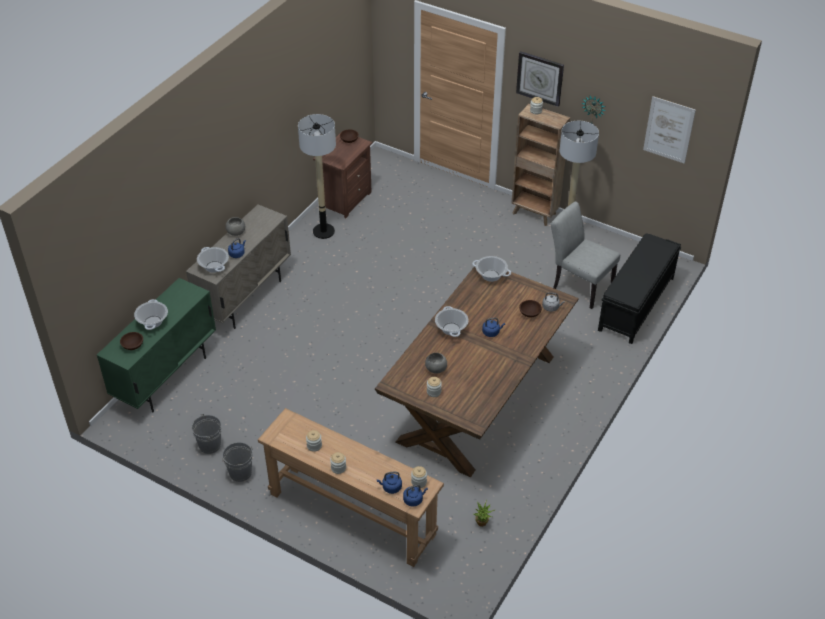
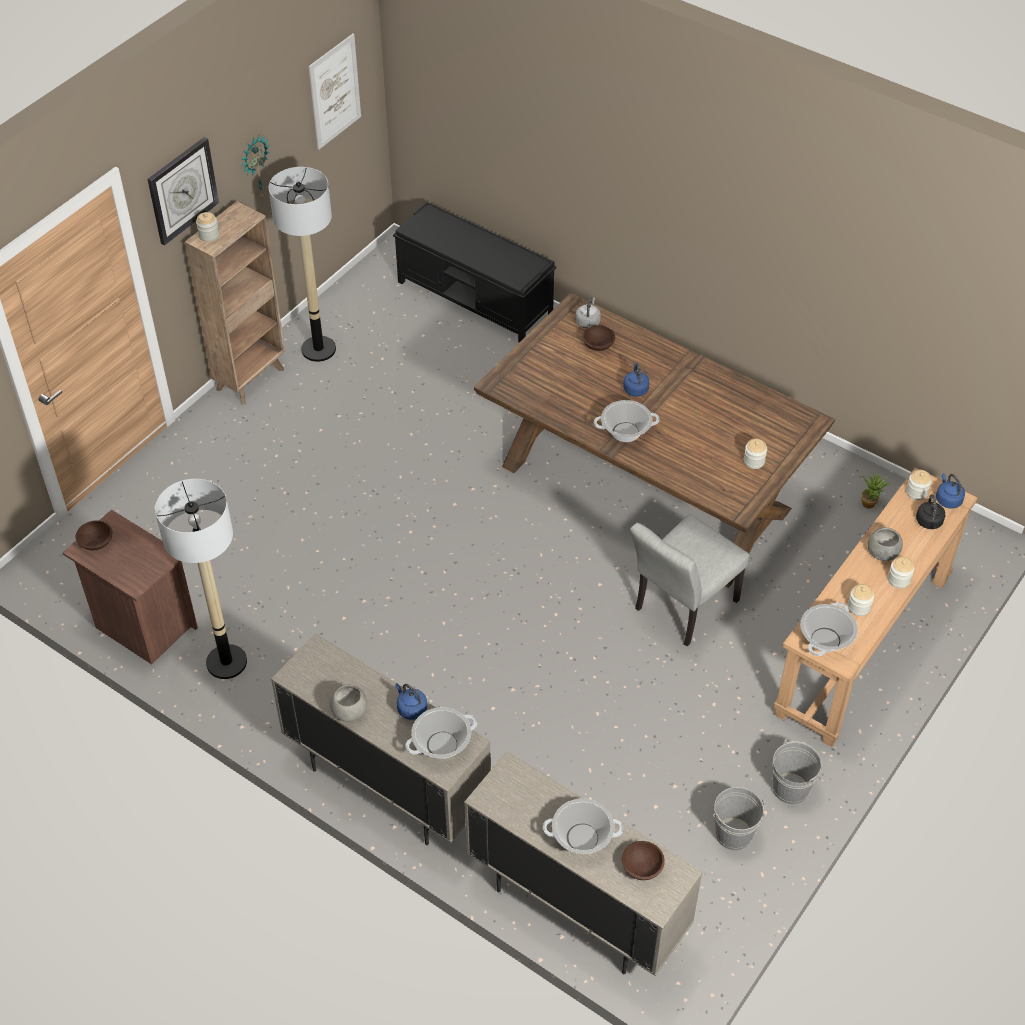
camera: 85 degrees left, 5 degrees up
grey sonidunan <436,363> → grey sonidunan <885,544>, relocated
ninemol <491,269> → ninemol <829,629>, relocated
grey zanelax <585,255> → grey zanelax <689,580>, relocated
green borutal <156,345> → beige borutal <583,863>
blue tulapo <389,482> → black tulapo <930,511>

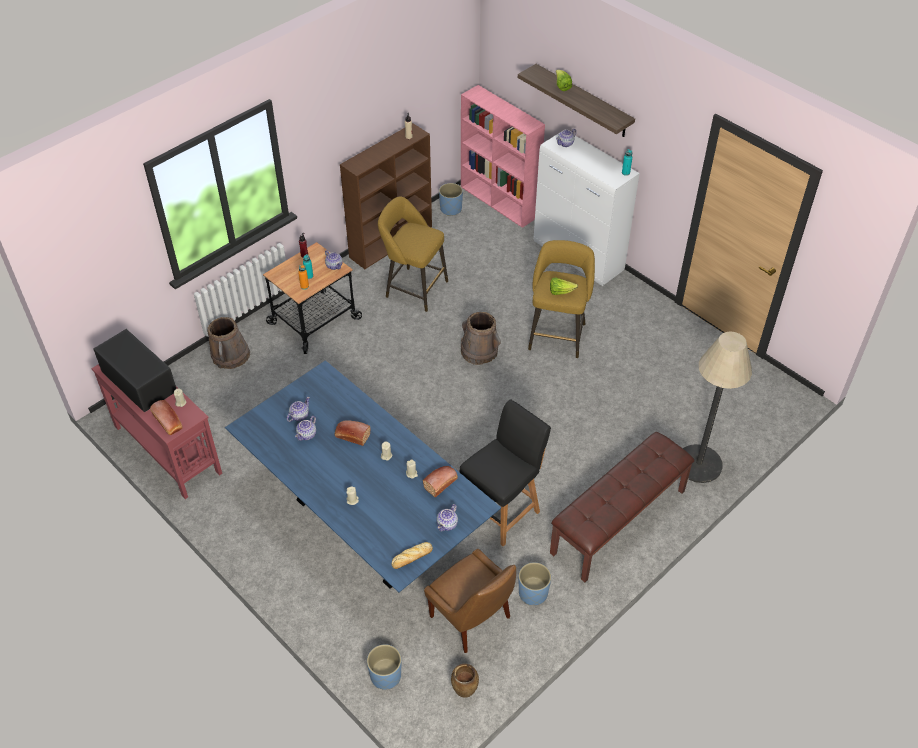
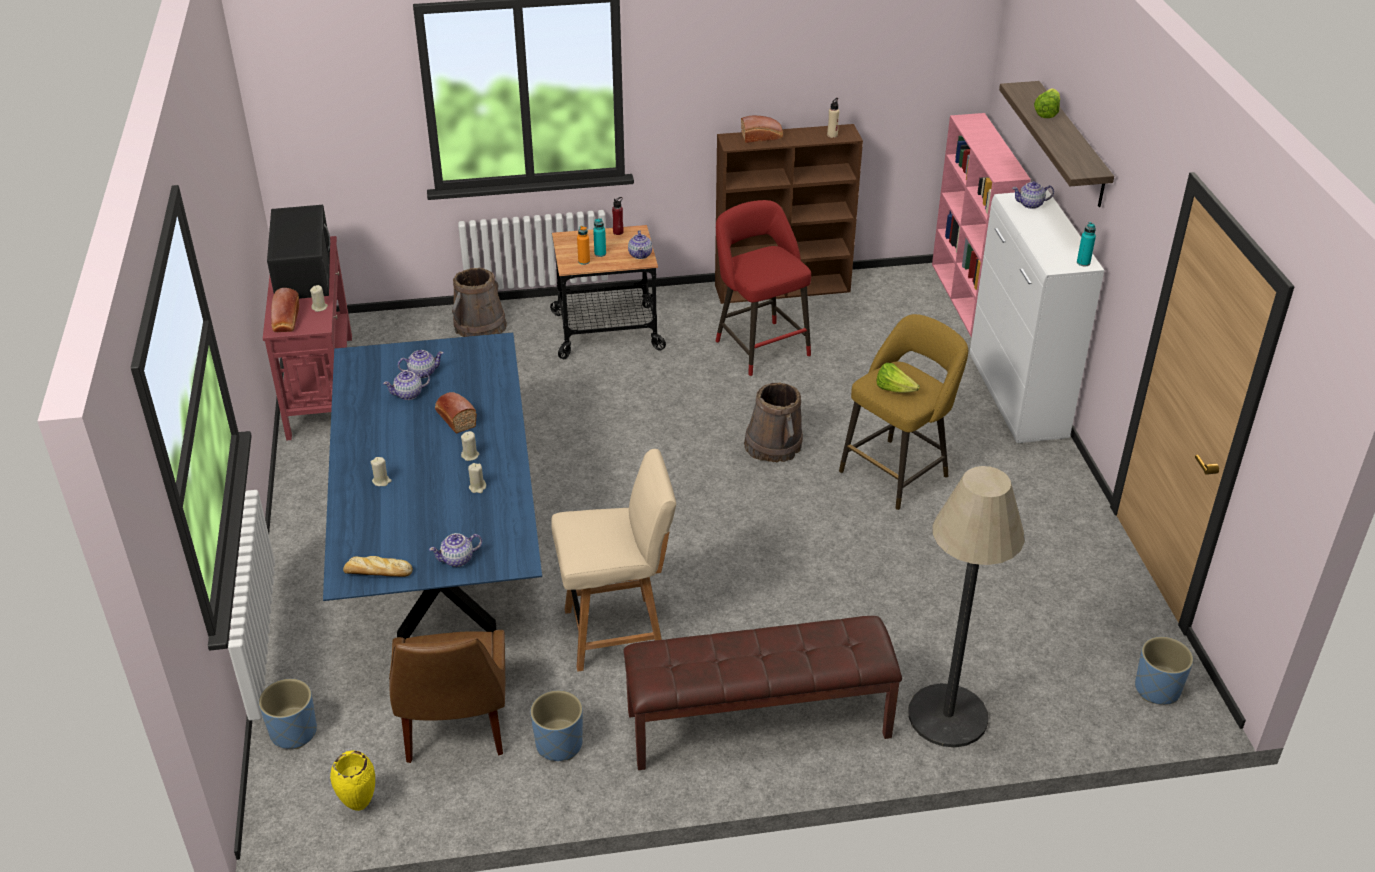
camera: 35 degrees right, 10 degrees down
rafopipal <440,482> → rafopipal <762,129>, relocated
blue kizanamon <451,199> → blue kizanamon <1164,671>, relocated
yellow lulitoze <413,254> → red lulitoze <763,288>
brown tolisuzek <465,681> → yellow tolisuzek <352,780>
black zanelax <505,473> → beige zanelax <613,560>

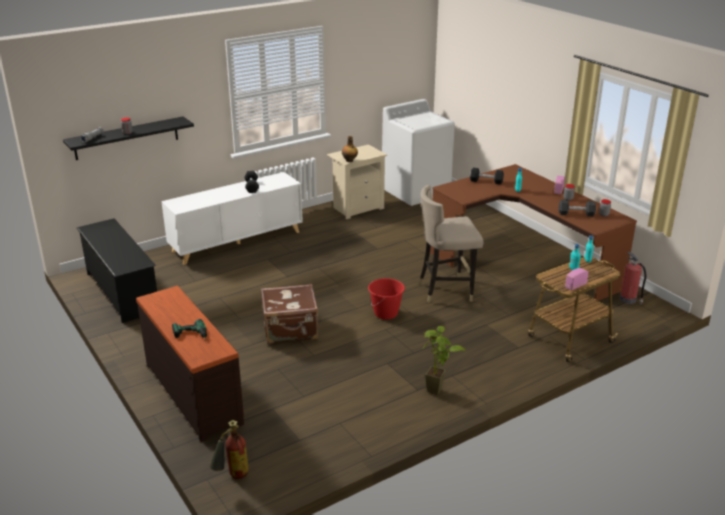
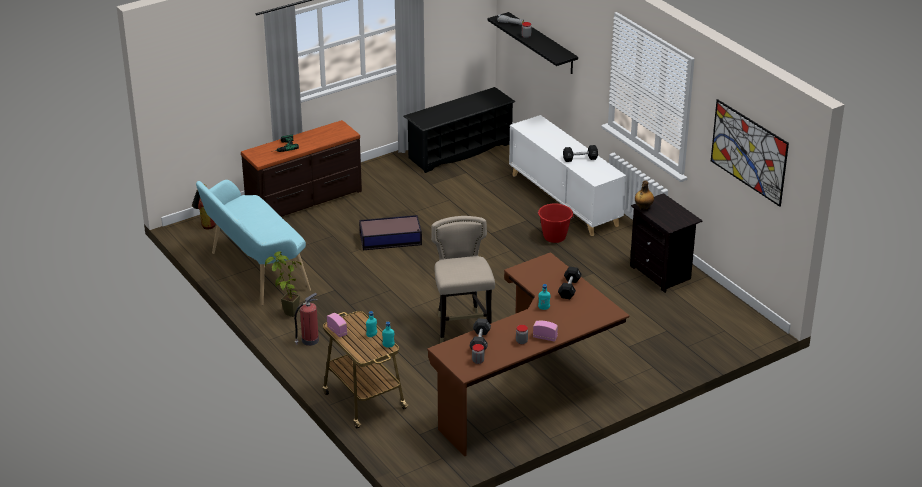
camera: 90 degrees right, 5 degrees up
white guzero <418,152> → -
- → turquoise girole <253,243>
- → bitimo <750,153>
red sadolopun <386,299> → red sadolopun <556,223>, relocated
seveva <633,278> → seveva <306,319>, relocated
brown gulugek <289,314> → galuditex <390,232>
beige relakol <357,181> → black relakol <666,243>

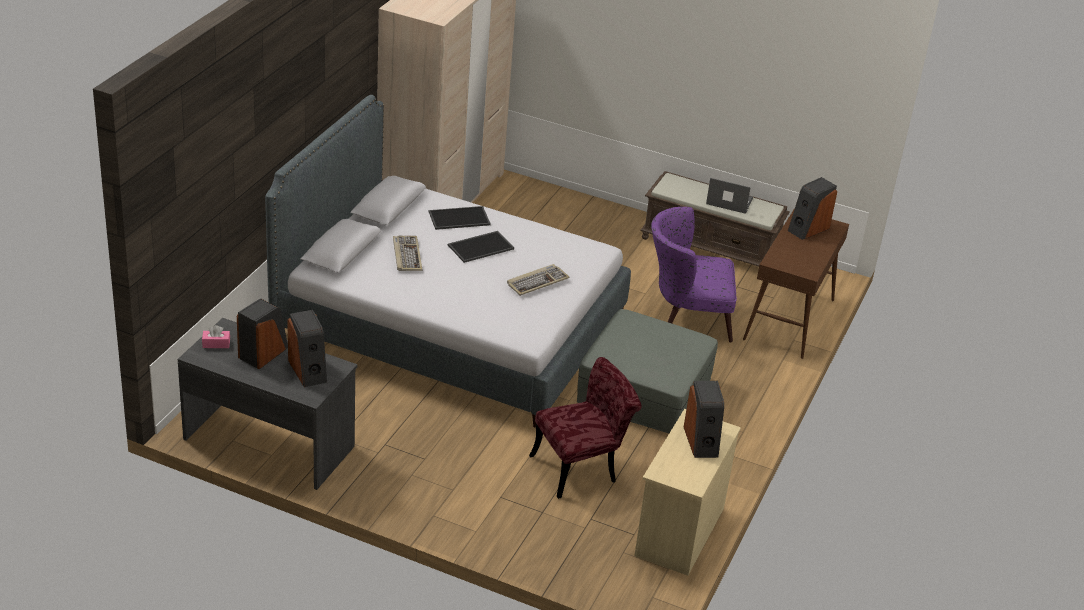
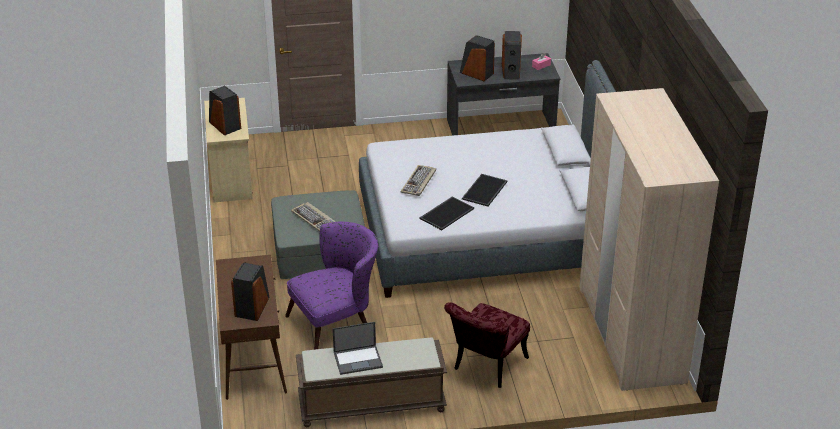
camera: 150 degrees right, 0 degrees up
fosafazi <407,253> → fosafazi <313,217>, relocated
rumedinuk <460,218> → rumedinuk <447,213>, relocated
red zanelax <585,428> → red zanelax <487,345>, relocated

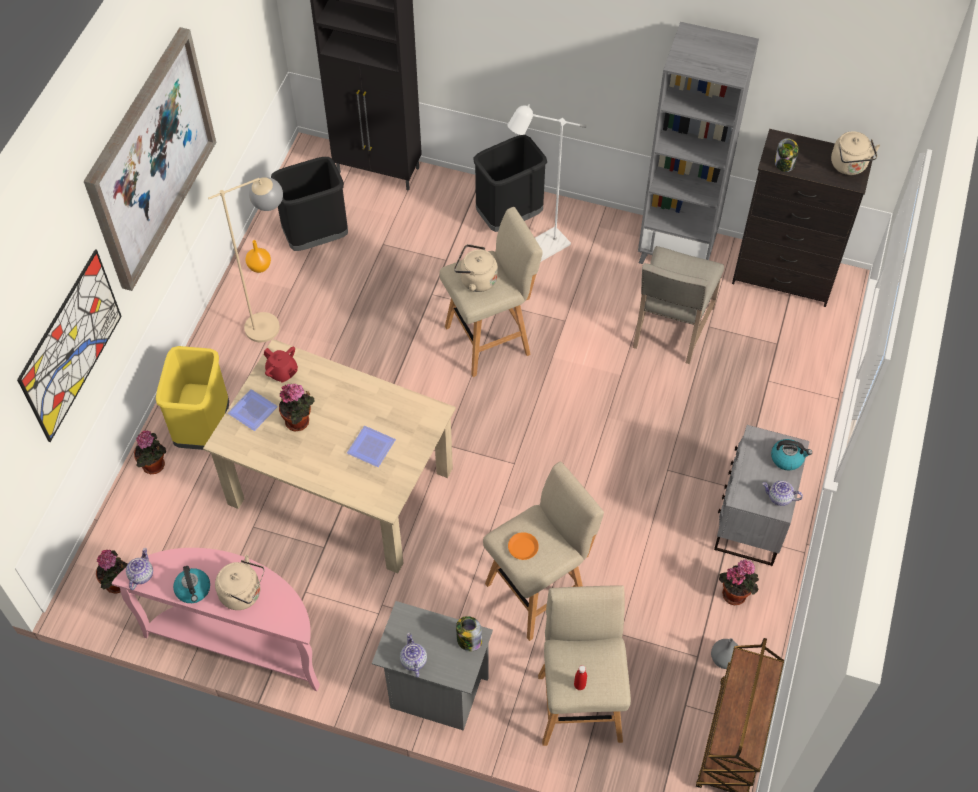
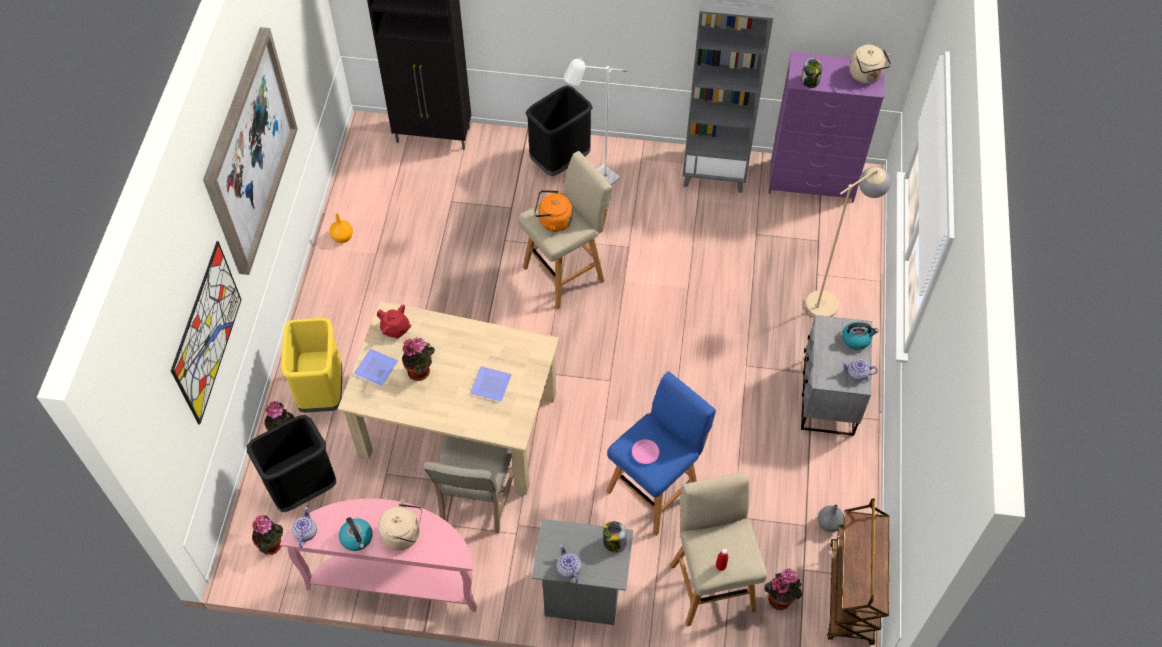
camera: 10 degrees left, 0 degrees up
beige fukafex <245,259> → beige fukafex <848,242>, relocated
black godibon <309,204> → black godibon <291,463>, relocated
beige zanelax <678,305> → beige zanelax <468,484>, relocated
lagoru <739,582> → lagoru <783,589>, relocated
beige tulapo <476,268> → orange tulapo <553,211>
beige lulitoze <543,551> → blue lulitoze <661,453>
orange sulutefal <523,546> → pink sulutefal <645,451>
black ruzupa <802,218> → purple ruzupa <827,127>

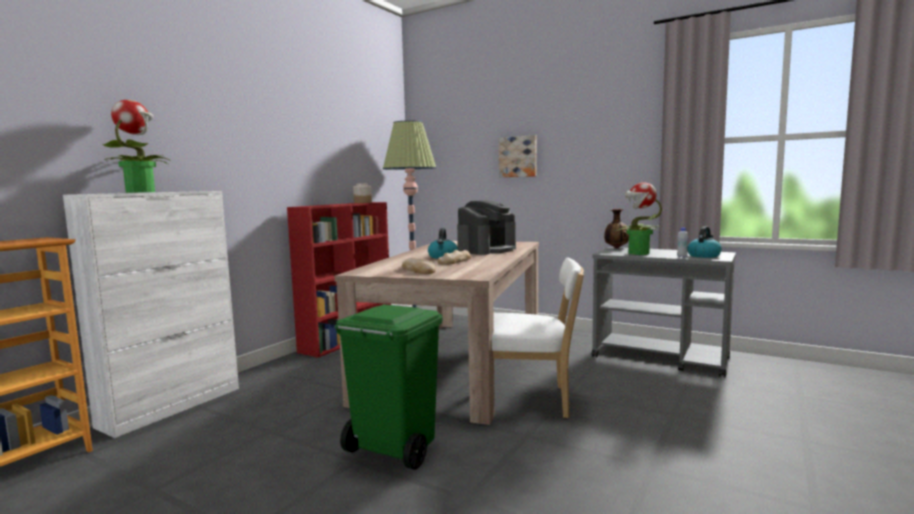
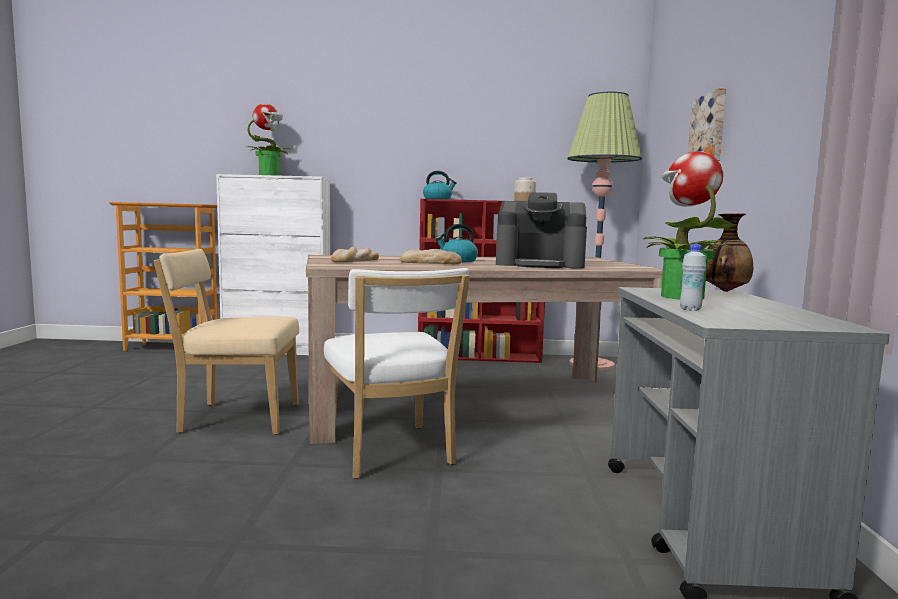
camera: 60 degrees right, 0 degrees up
tulapo <704,242> → tulapo <440,185>, relocated
green godibon <388,387> → beige zanelax <226,342>

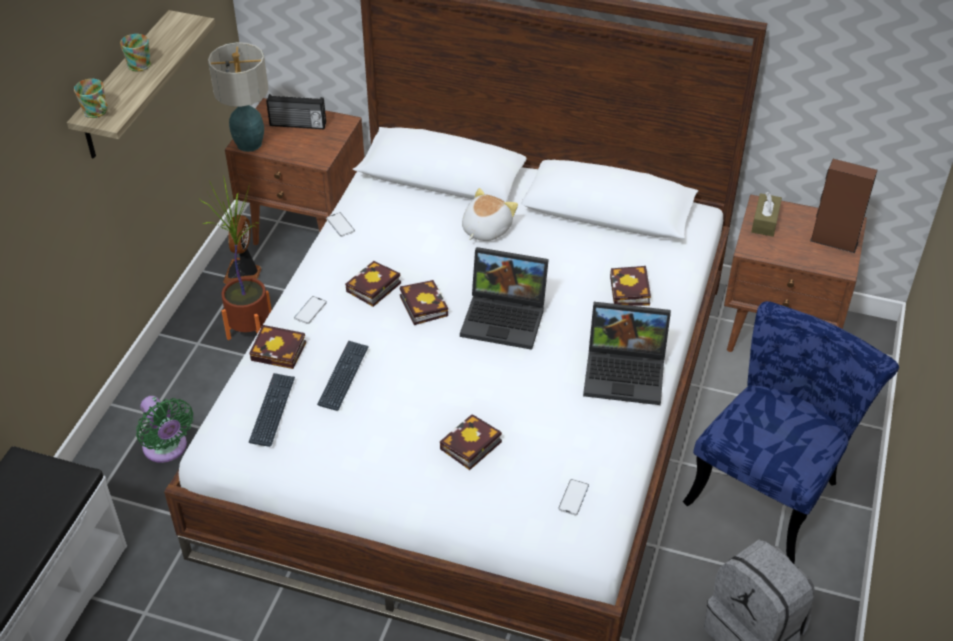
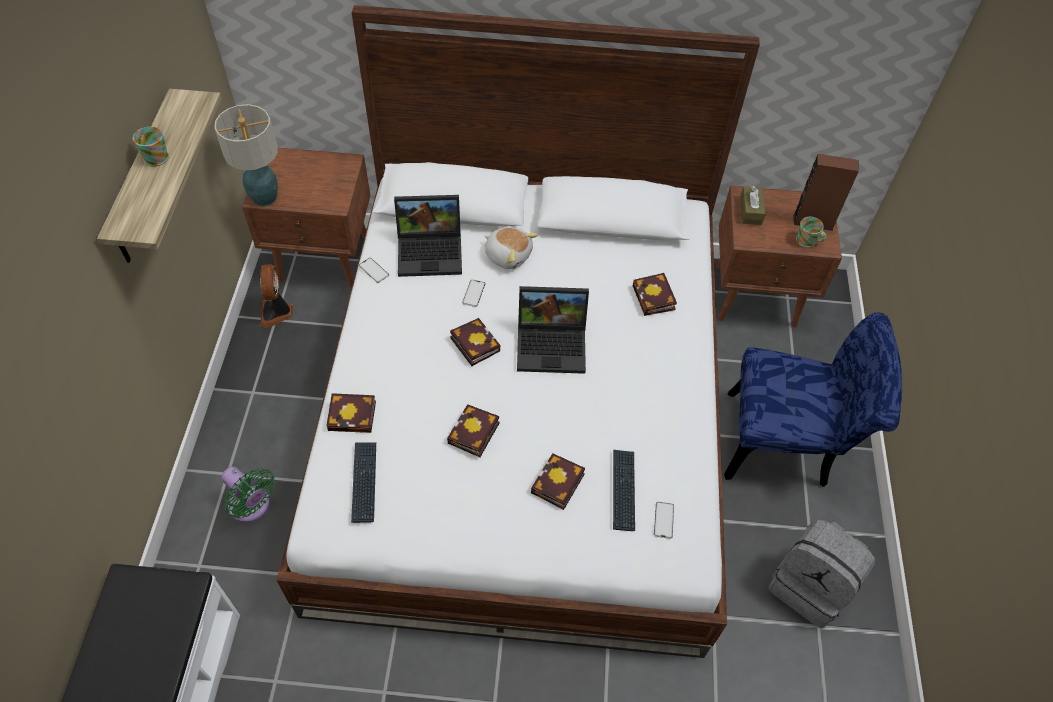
camera: 15 degrees left, 10 degrees up
lagoru <236,259> → -
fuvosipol <296,111> → -
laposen <91,98> → laposen <811,232>, relocated
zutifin <310,310> → zutifin <473,293>, relocated
fosafazi <343,376> → fosafazi <624,490>, relocated
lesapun <373,284> → lesapun <473,430>, relocated
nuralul <627,353> → nuralul <428,236>, relocated
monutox <490,214> → monutox <511,248>, 105 degrees clockwise
blue zanelax <791,432> → blue zanelax <813,399>, 75 degrees clockwise

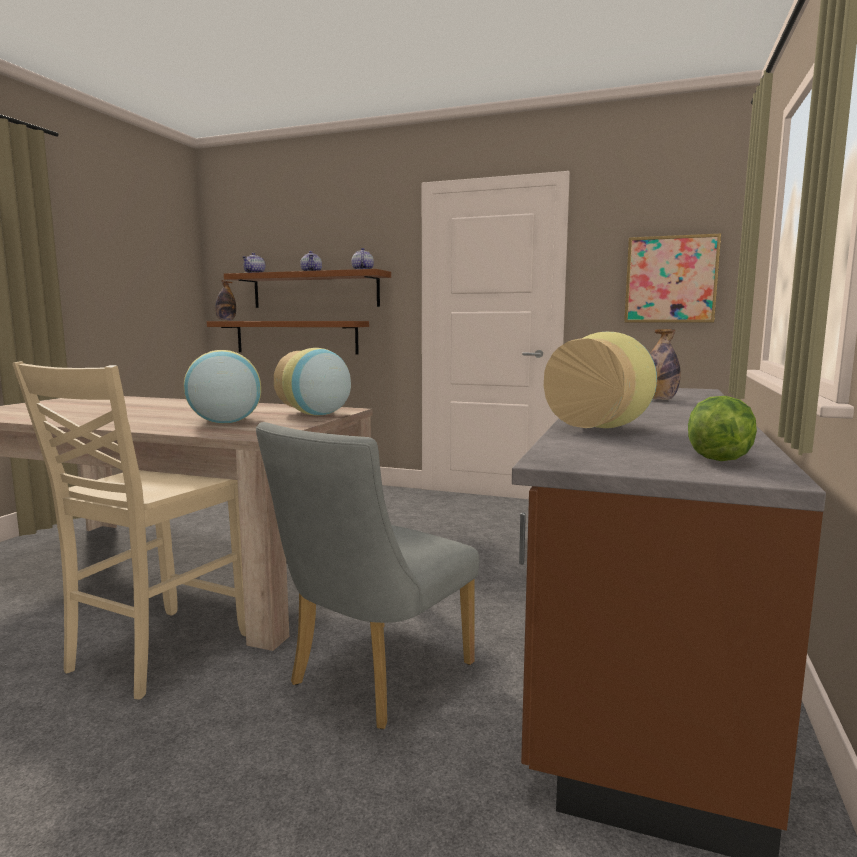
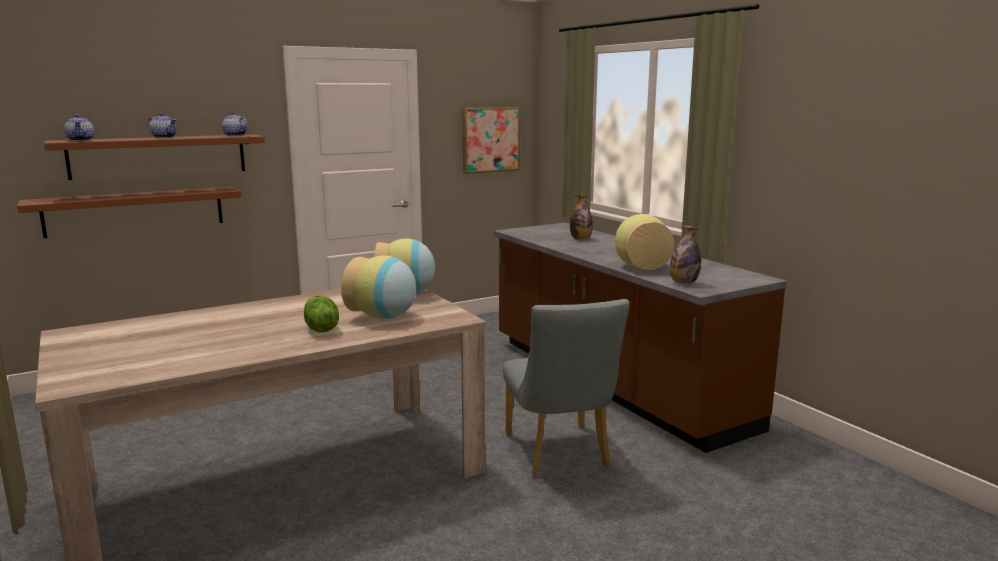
camera: 50 degrees left, 5 degrees up
beige zanelax <129,530> → -
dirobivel <225,300> → dirobivel <685,255>, relocated
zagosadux <722,428> → zagosadux <321,313>, relocated

